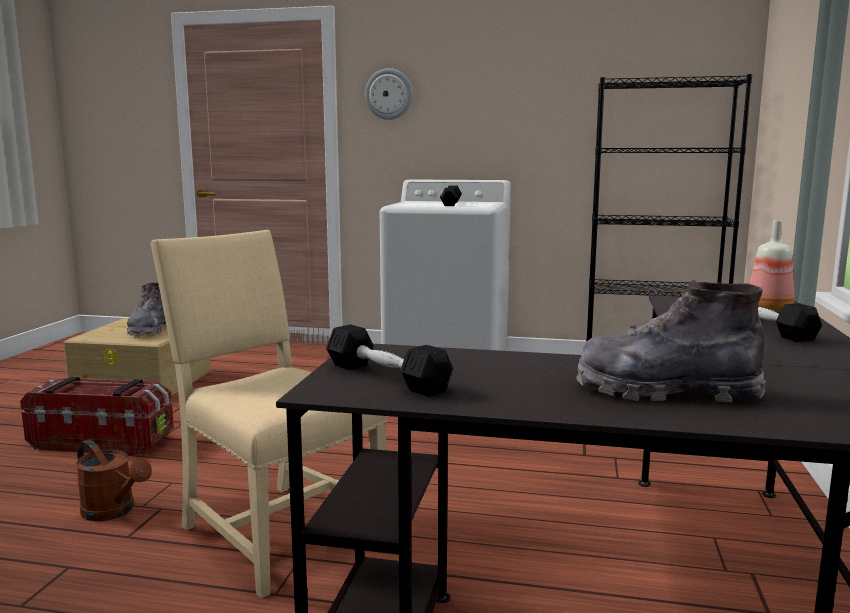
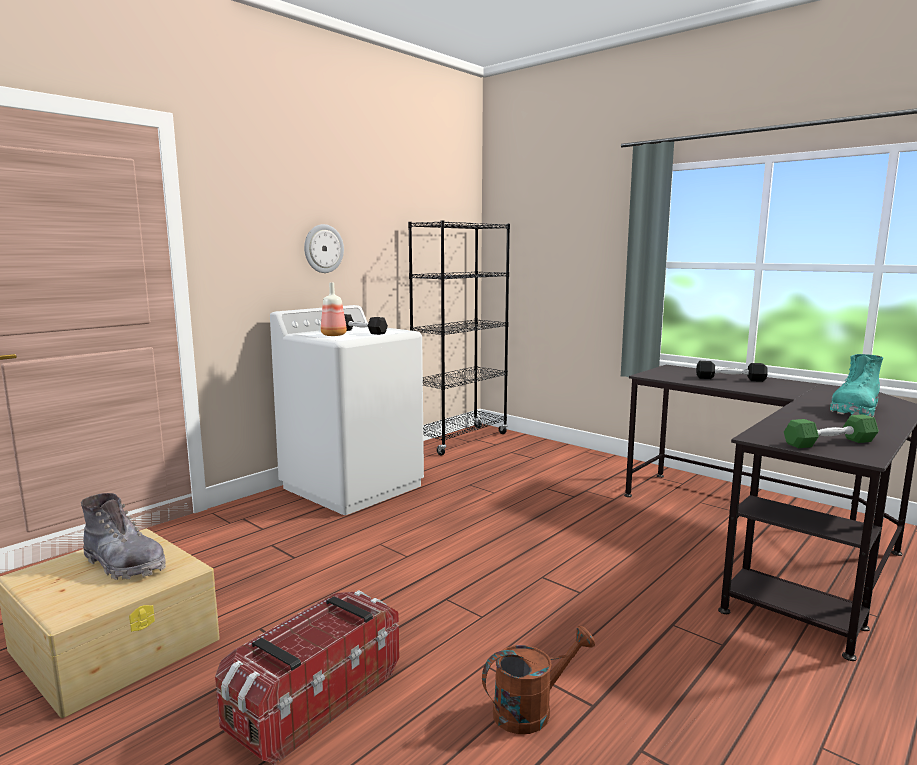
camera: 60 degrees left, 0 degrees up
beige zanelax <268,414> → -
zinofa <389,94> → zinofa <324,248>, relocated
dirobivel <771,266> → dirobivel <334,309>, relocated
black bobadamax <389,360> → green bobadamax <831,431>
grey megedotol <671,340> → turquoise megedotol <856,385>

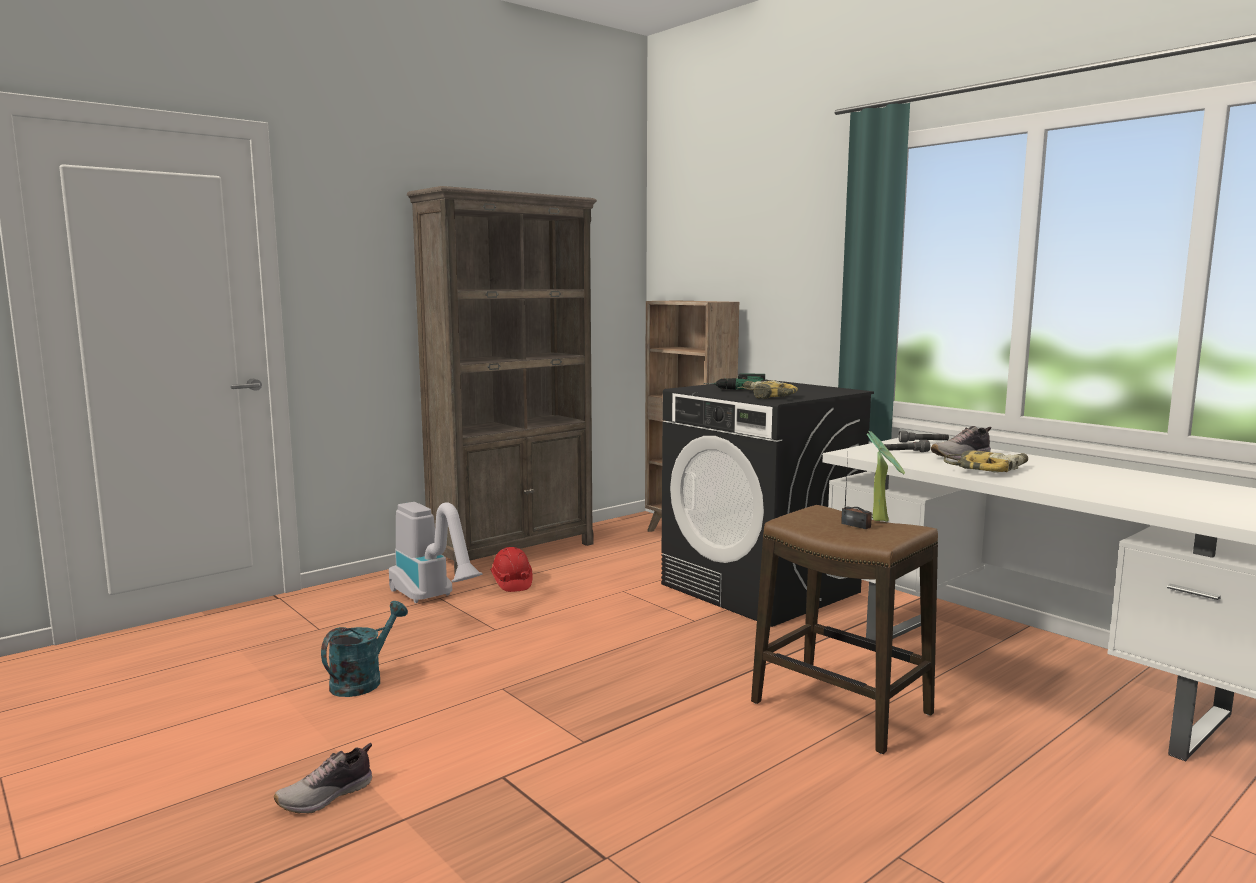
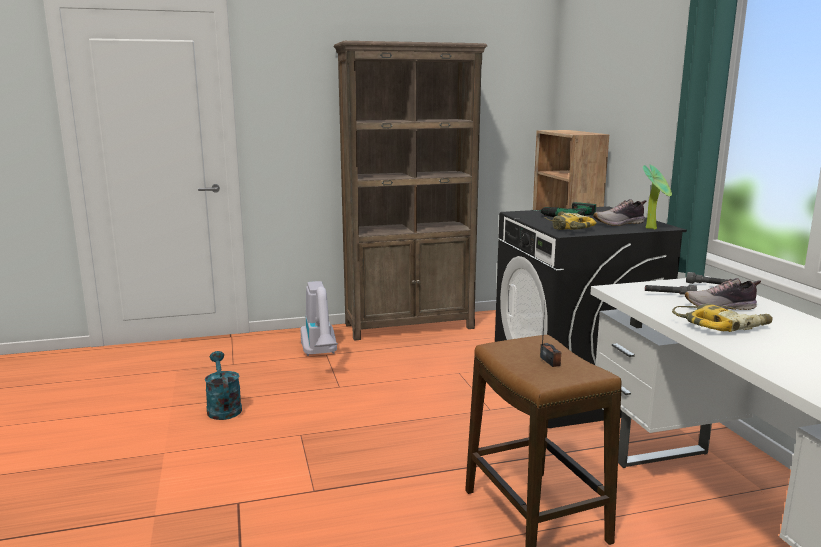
camera: 25 degrees right, 5 degrees up
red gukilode <512,569> → -
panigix <323,778> → panigix <619,212>, relocated
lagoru <886,476> → lagoru <657,197>, relocated
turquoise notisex <364,649> → turquoise notisex <223,385>, 75 degrees counterclockwise

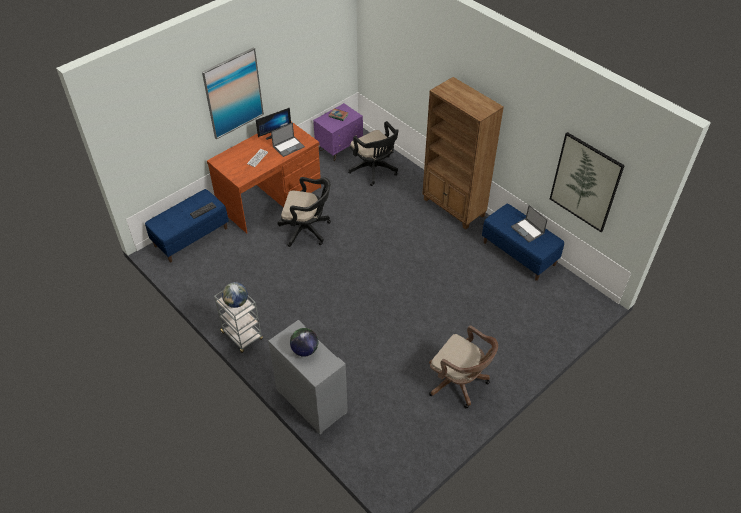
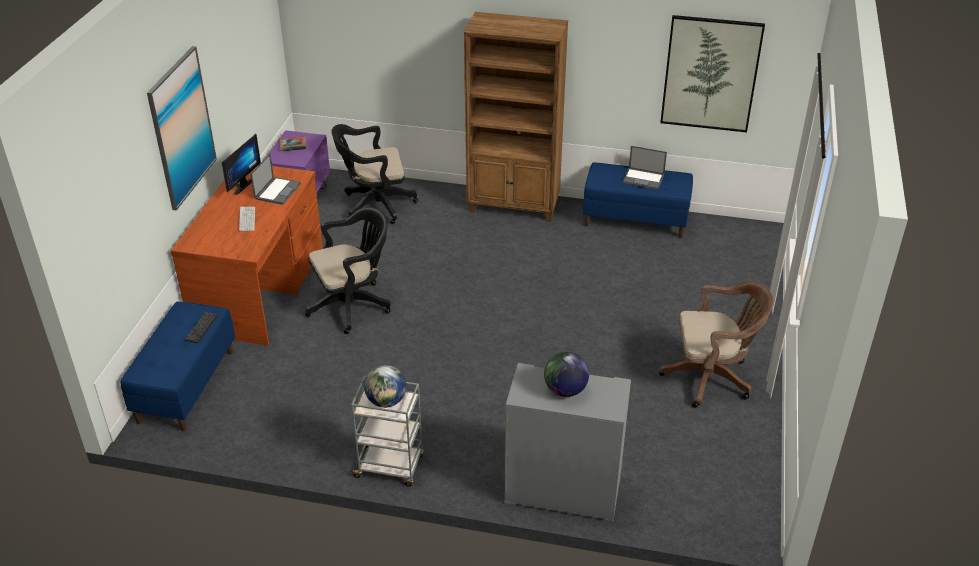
camera: 35 degrees left, 10 degrees down
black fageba <373,153> → black fageba <374,174>, 150 degrees clockwise

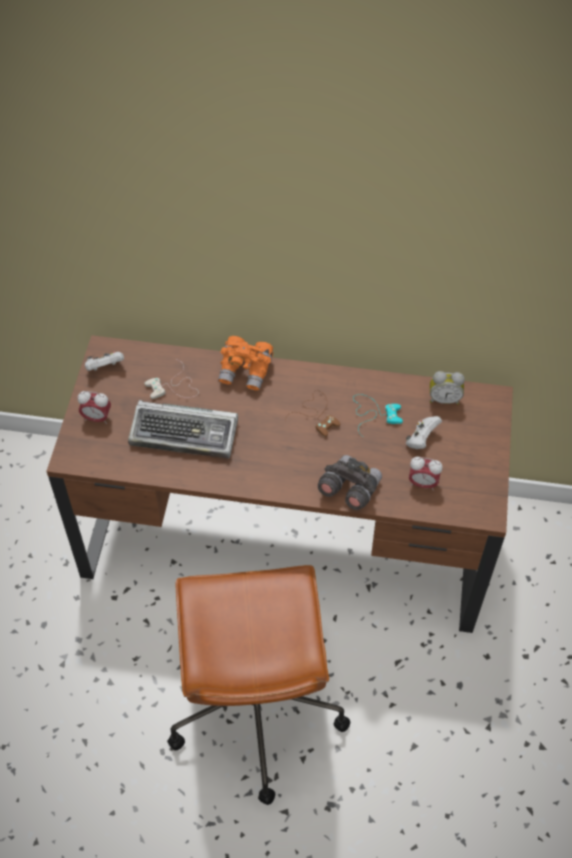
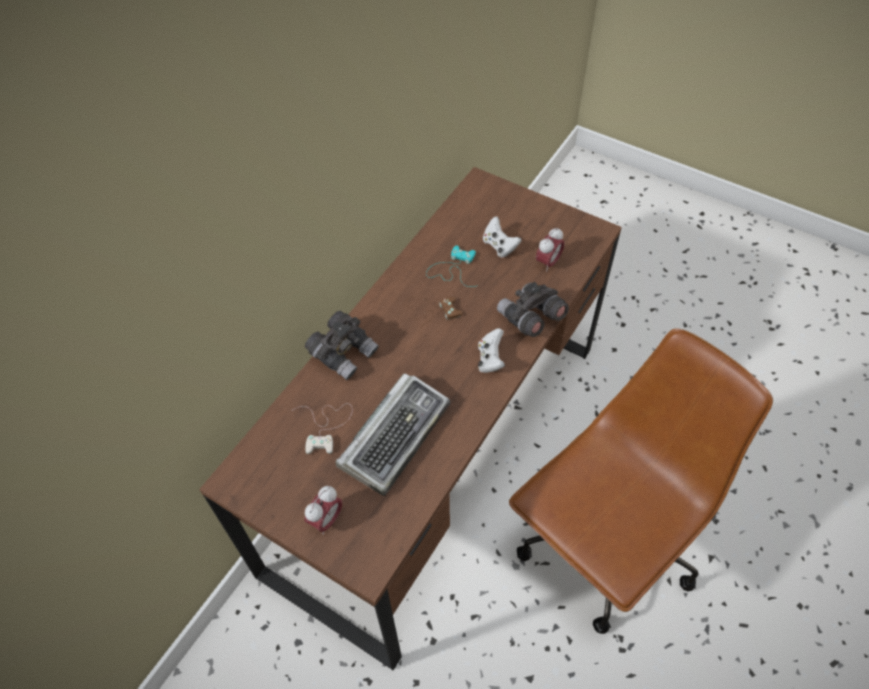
camera: 65 degrees left, 0 degrees up
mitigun <447,388> → -
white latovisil <104,361> → white latovisil <491,350>, relocated
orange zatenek <245,363> → grey zatenek <342,345>
brown fageba <258,685> → brown fageba <641,481>, 60 degrees counterclockwise

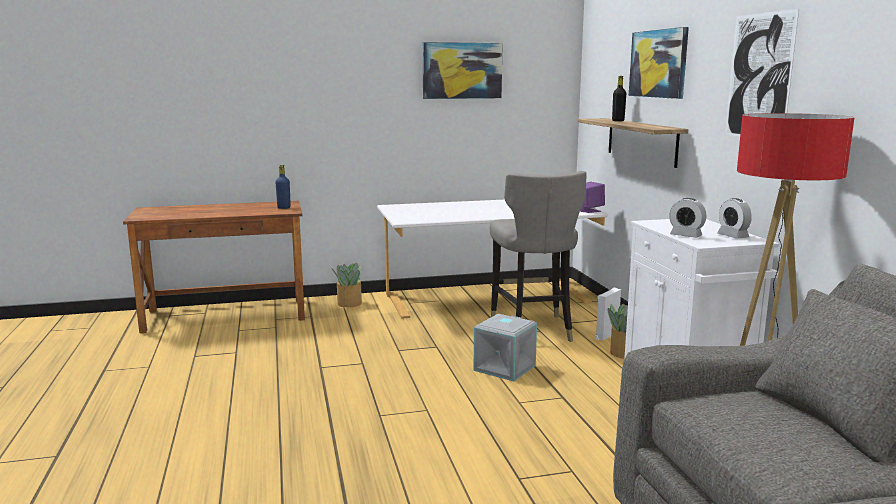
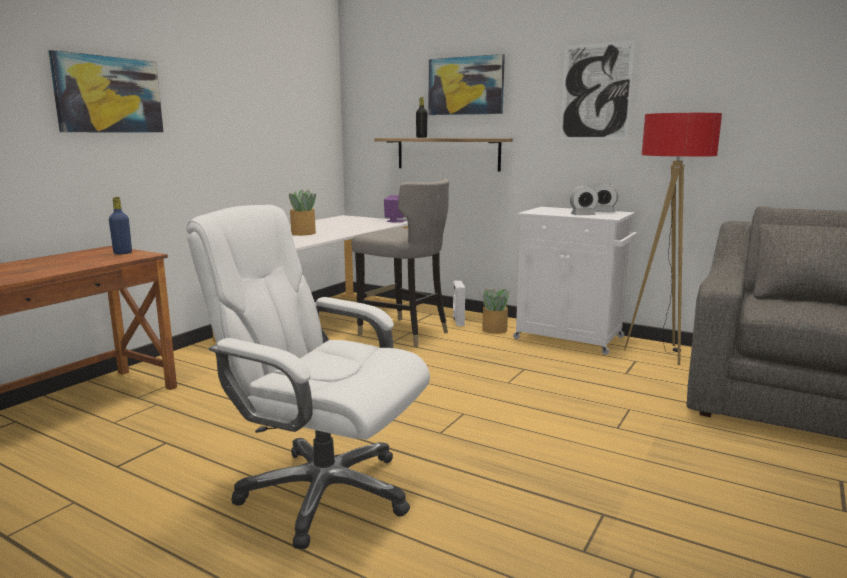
camera: 45 degrees left, 0 degrees up
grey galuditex <505,347> → -
- → white fageba <308,377>
lagoru <347,285> → lagoru <302,212>, relocated
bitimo <462,70> → bitimo <105,91>, relocated

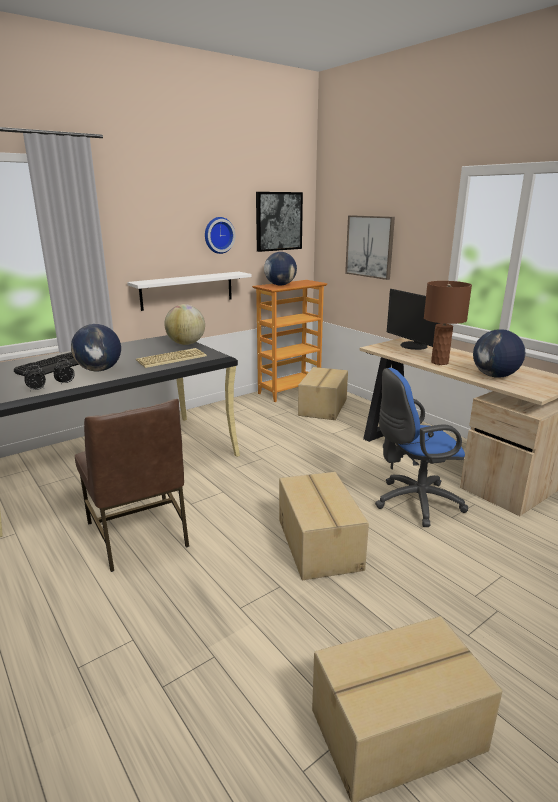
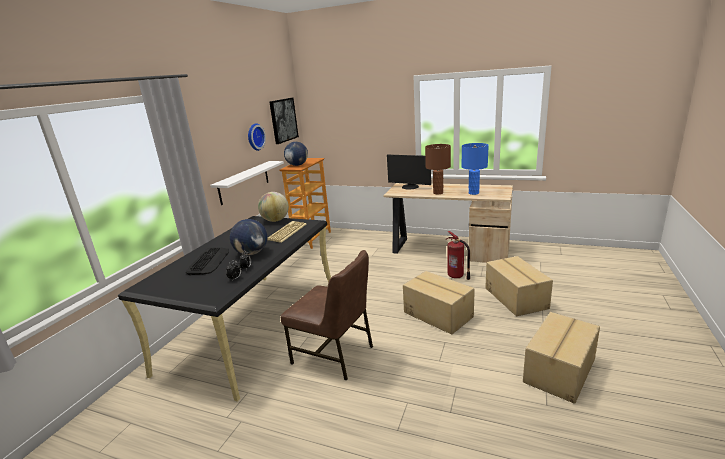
camera: 30 degrees left, 0 degrees up
bitimo <370,247> → -
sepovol <323,393> → sepovol <519,286>, relocated
blue fageba <421,447> → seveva <458,255>
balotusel <499,353> → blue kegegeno <475,169>

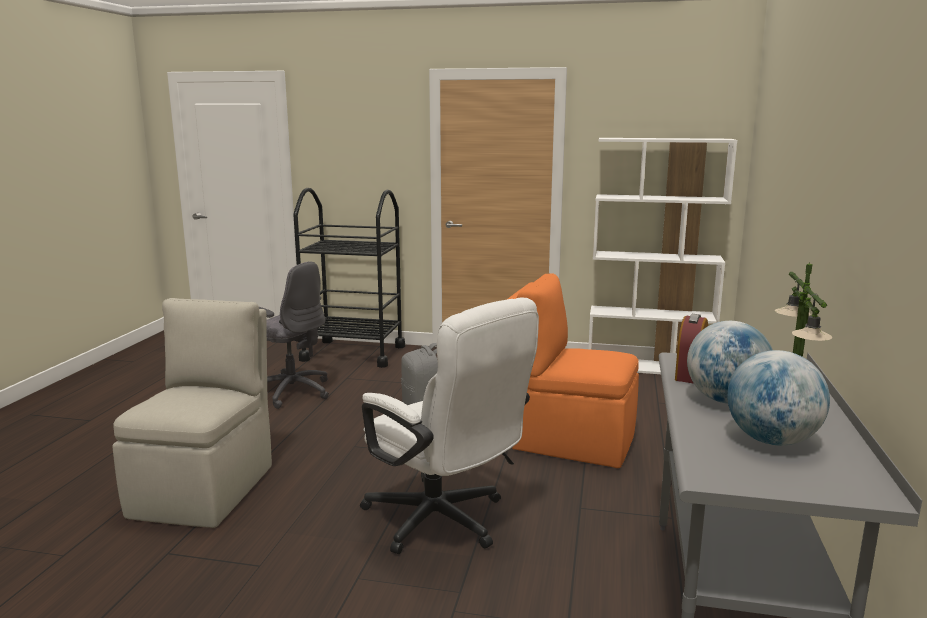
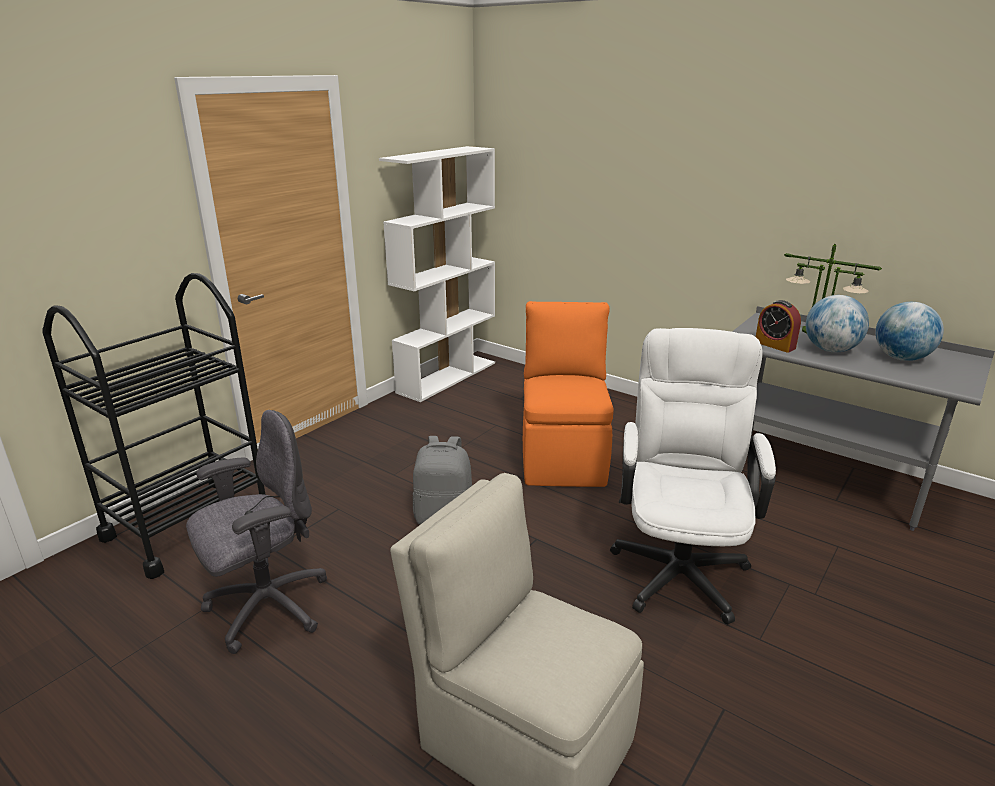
camera: 65 degrees left, 10 degrees up
white fageba <449,426> → white fageba <693,476>, 60 degrees counterclockwise
orange zanelax <573,371> → orange zanelax <568,394>, 135 degrees clockwise

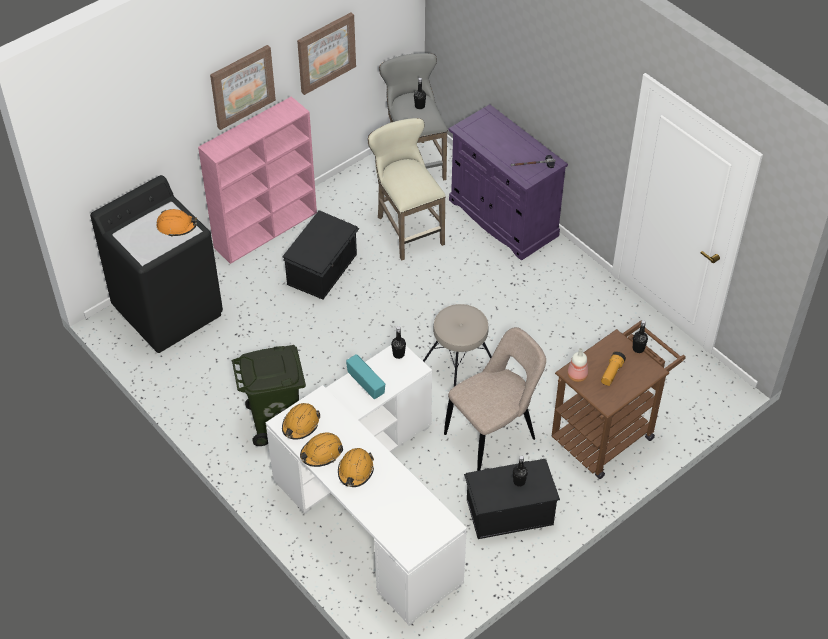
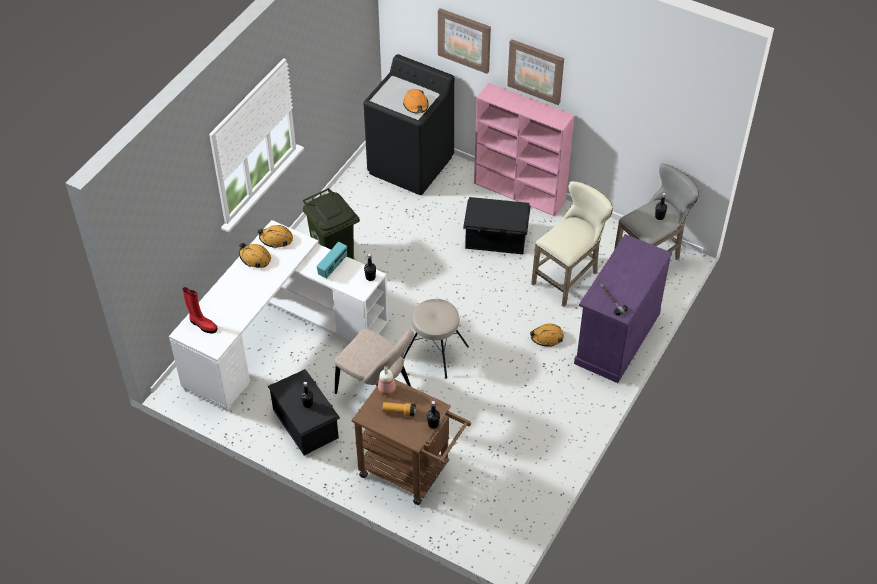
camera: 70 degrees right, 0 degrees up
- → red megedotol <200,310>
bitimo <326,53> → bitimo <464,41>, relocated
orange gukilode <356,467> → orange gukilode <547,335>, relocated

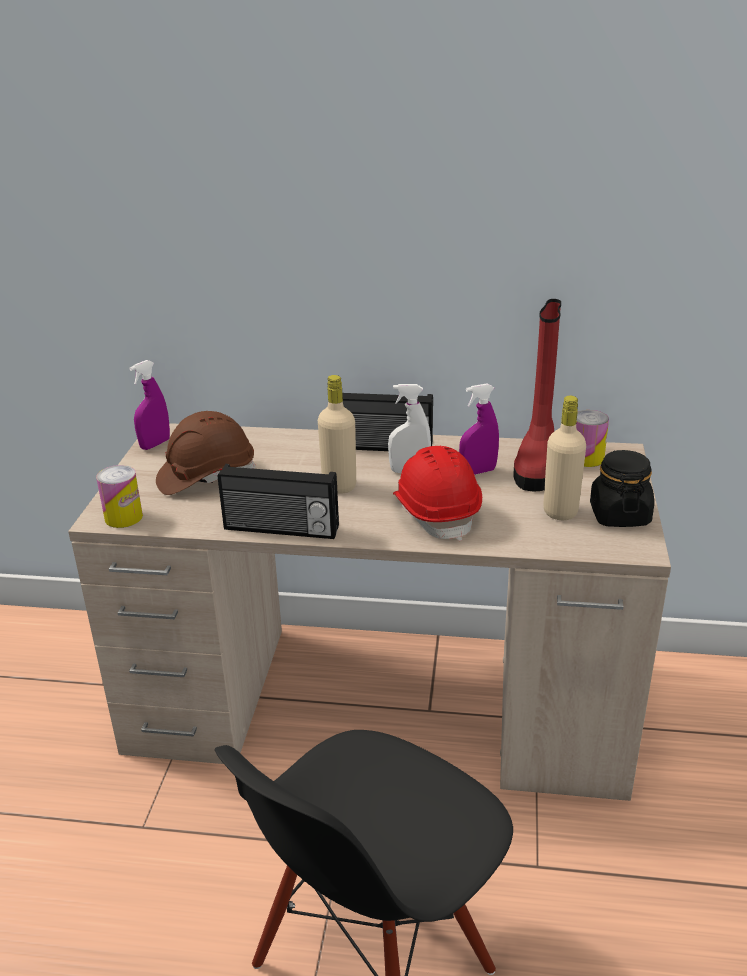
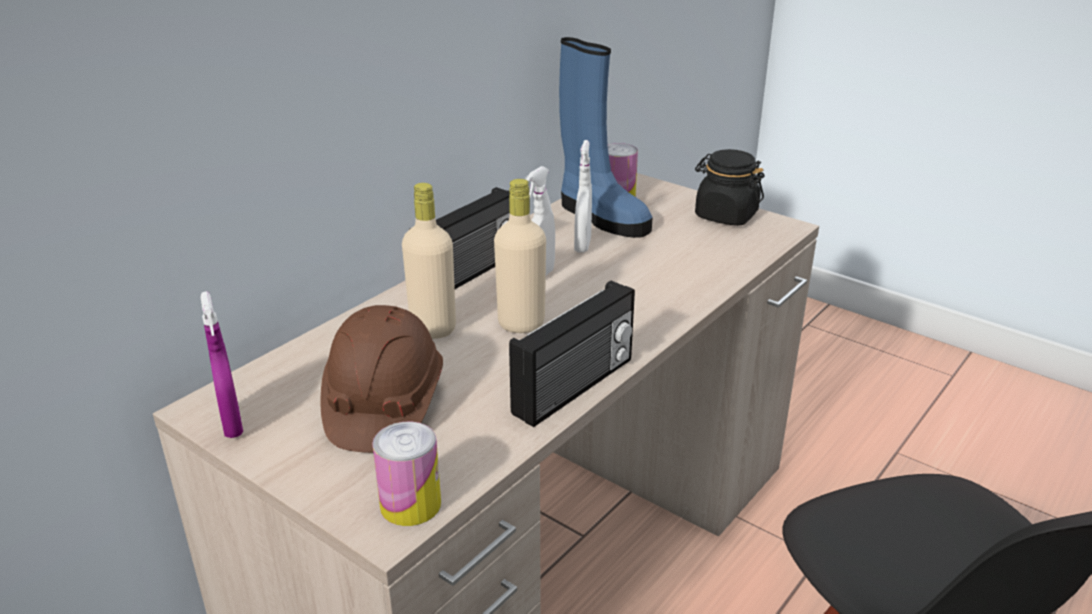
camera: 60 degrees left, 0 degrees up
red gukilode <437,493> → -
beige dirobivel <564,458> → beige dirobivel <429,261>, relocated
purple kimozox <479,429> → white kimozox <583,196>
red megedotol <537,395> → blue megedotol <606,137>

